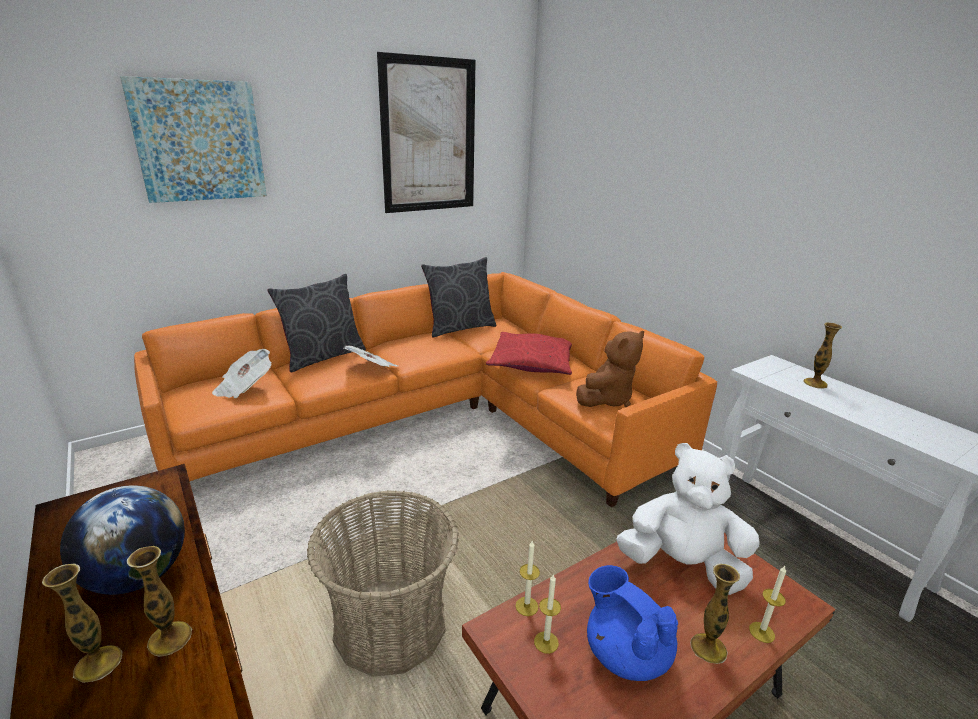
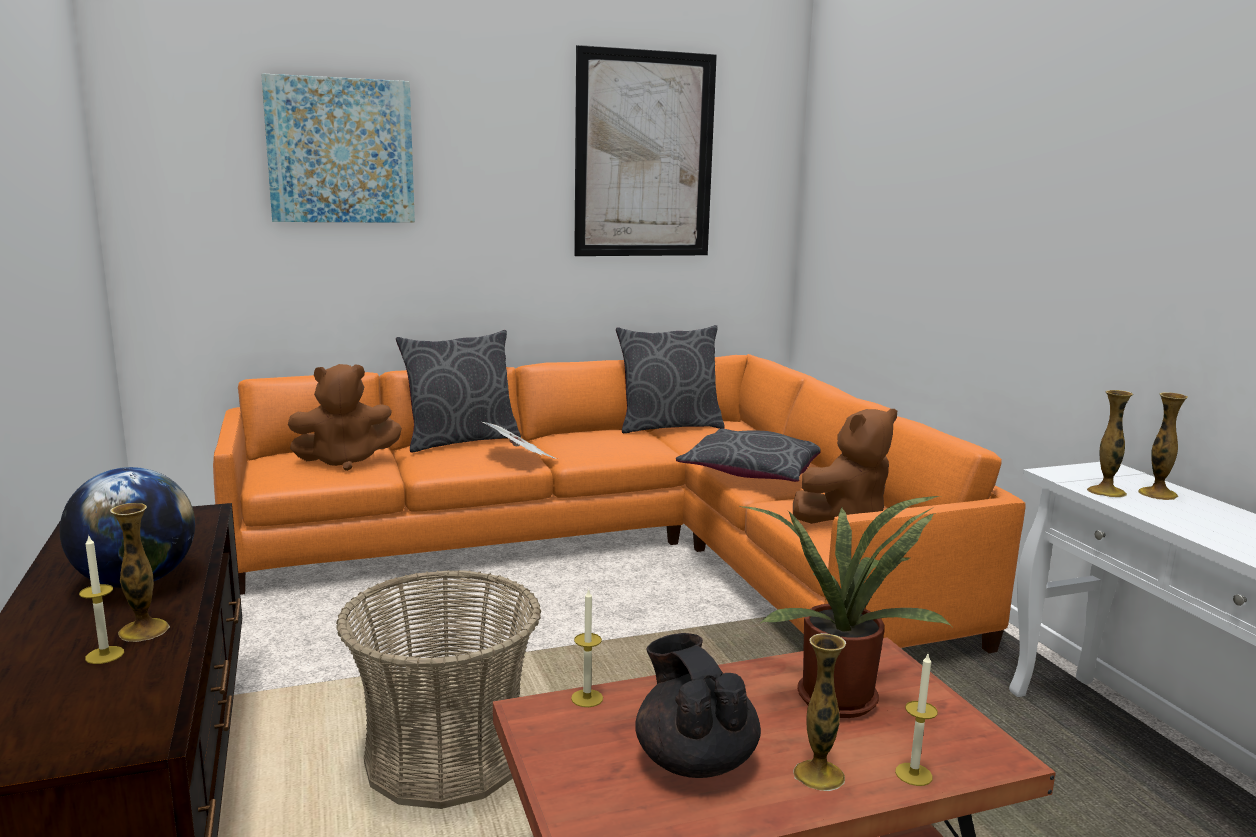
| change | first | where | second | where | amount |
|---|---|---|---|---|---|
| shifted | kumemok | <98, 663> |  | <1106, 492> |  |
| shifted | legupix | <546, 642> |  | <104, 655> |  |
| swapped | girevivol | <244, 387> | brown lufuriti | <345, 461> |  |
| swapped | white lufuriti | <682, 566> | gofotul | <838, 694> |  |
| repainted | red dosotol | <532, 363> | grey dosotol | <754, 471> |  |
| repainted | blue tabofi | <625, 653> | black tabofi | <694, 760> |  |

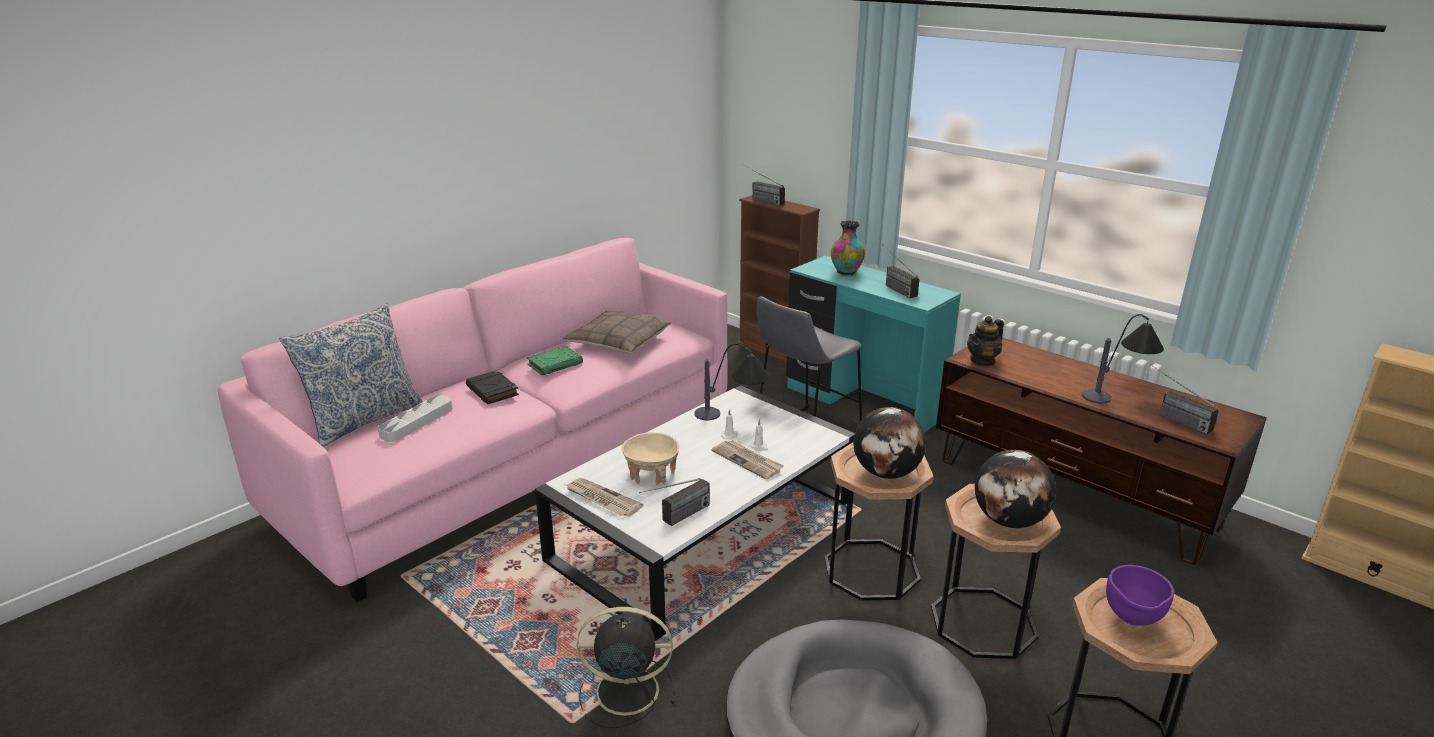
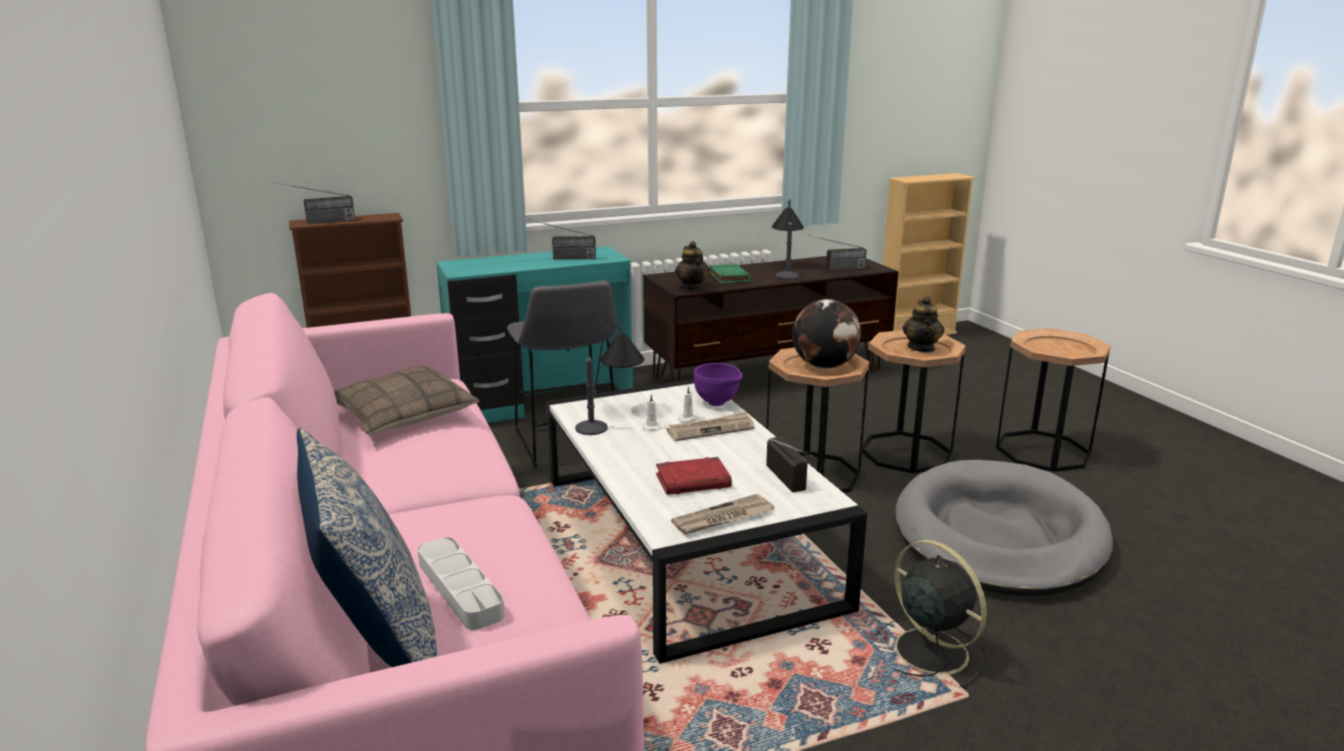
| change | first | where | second | where | amount |
|---|---|---|---|---|---|
| gone | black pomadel | <493, 391> |  |  |  |
| gone | kumemok | <846, 272> |  |  |  |
| shifted | green pomadel | <555, 364> |  | <728, 277> |  |
| shifted | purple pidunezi | <1132, 621> |  | <718, 404> |  |
| swapped | beige pidunezi | <651, 474> | red pomadel | <693, 481> |  |
| swapped | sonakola | <1009, 521> | tabofi | <921, 348> |  |
| rotated | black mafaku | <624, 691> |  | <928, 650> | 120 degrees clockwise |

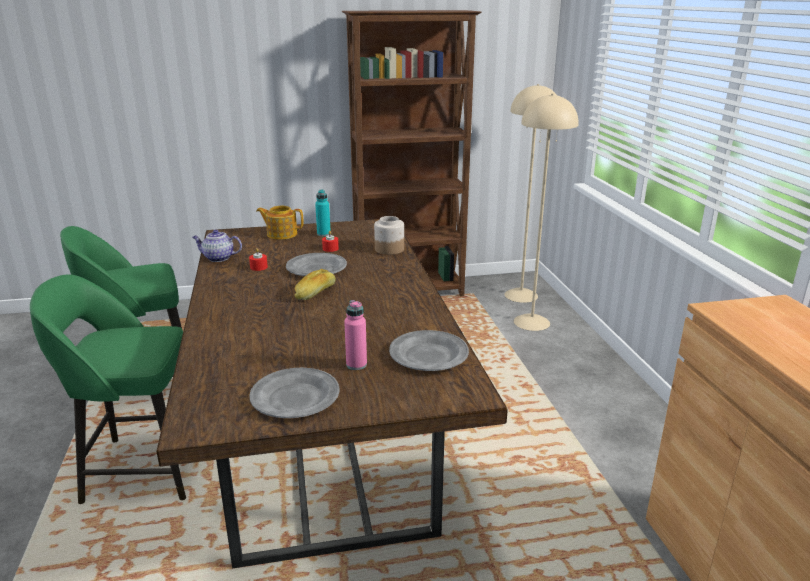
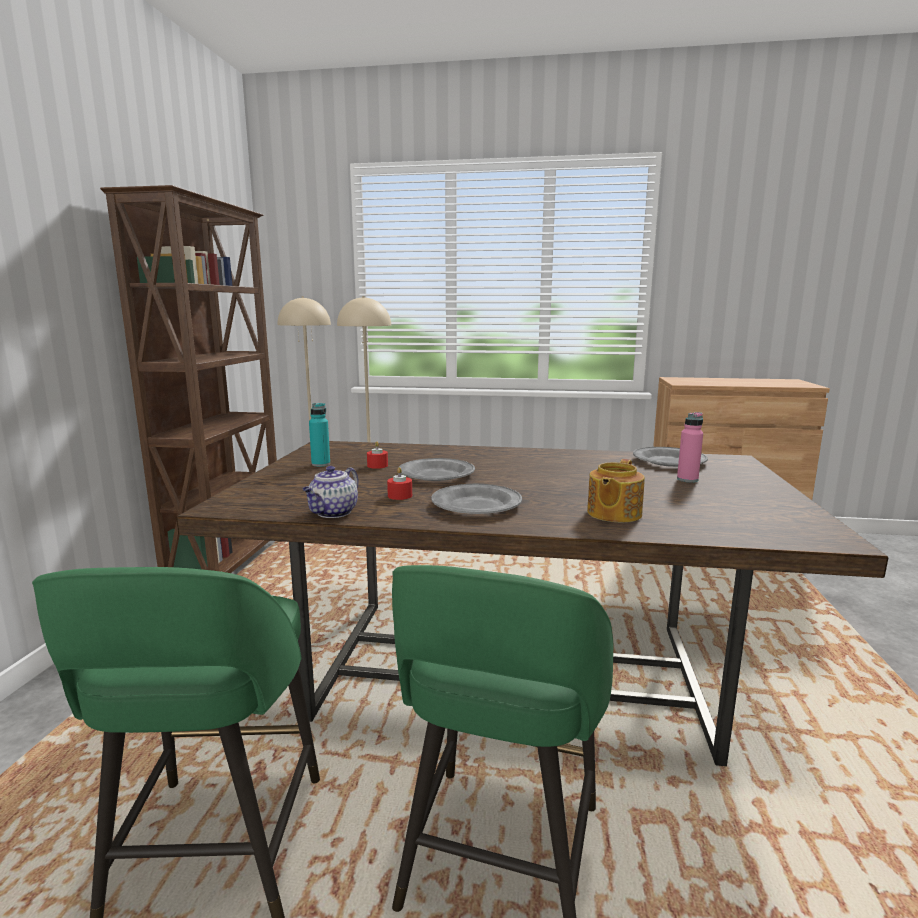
| change | first | where | second | where | amount |
|---|---|---|---|---|---|
| gone | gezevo | <315, 293> |  |  |  |
| gone | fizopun | <389, 249> |  |  |  |
| shifted | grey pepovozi | <294, 397> |  | <476, 505> |  |
| shifted | tabofi | <281, 234> |  | <613, 513> |  |

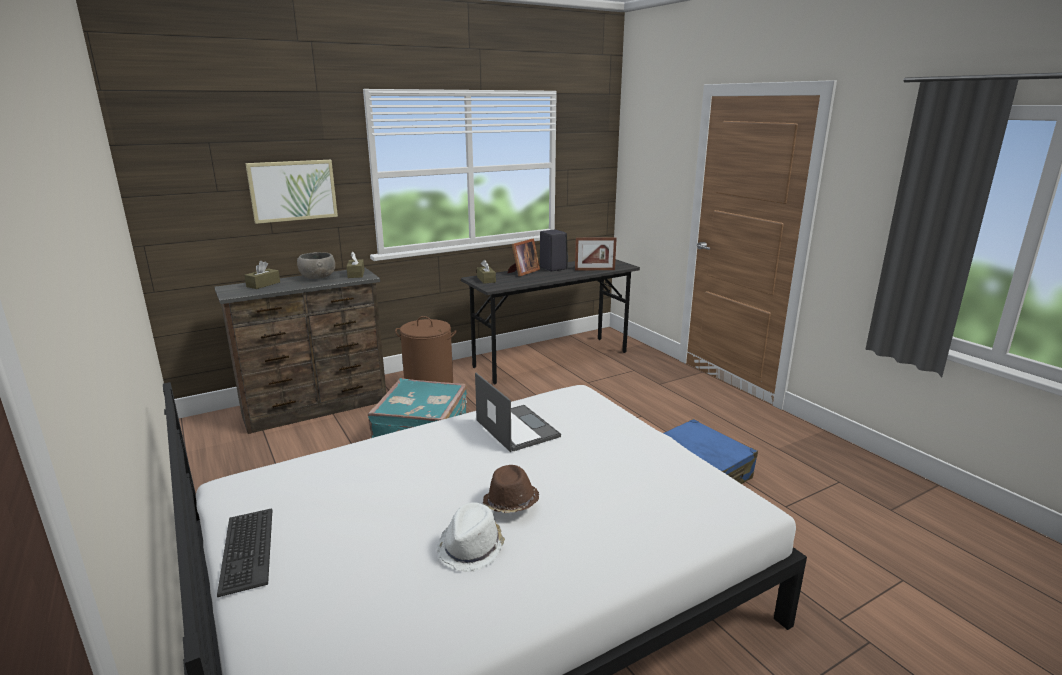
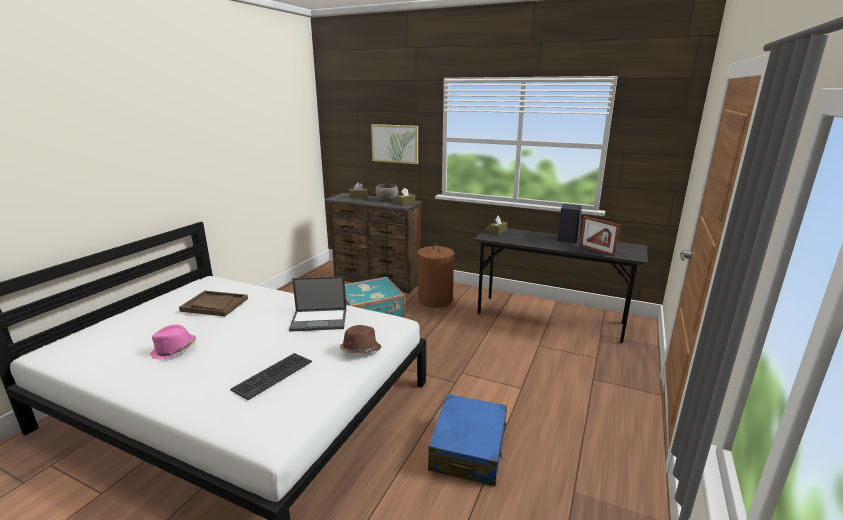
| change | first | where | second | where | amount |
|---|---|---|---|---|---|
| gone | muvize | <523, 272> |  |  |  |
| new |  |  | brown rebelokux | <214, 305> |  |
| shifted | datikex | <246, 550> |  | <272, 375> |  |
| shifted | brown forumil | <510, 503> |  | <360, 350> |  |
| repainted | white forumil | <472, 548> | pink forumil | <174, 350> |  |
| rotated | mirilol | <516, 428> |  | <320, 320> | 60 degrees clockwise |

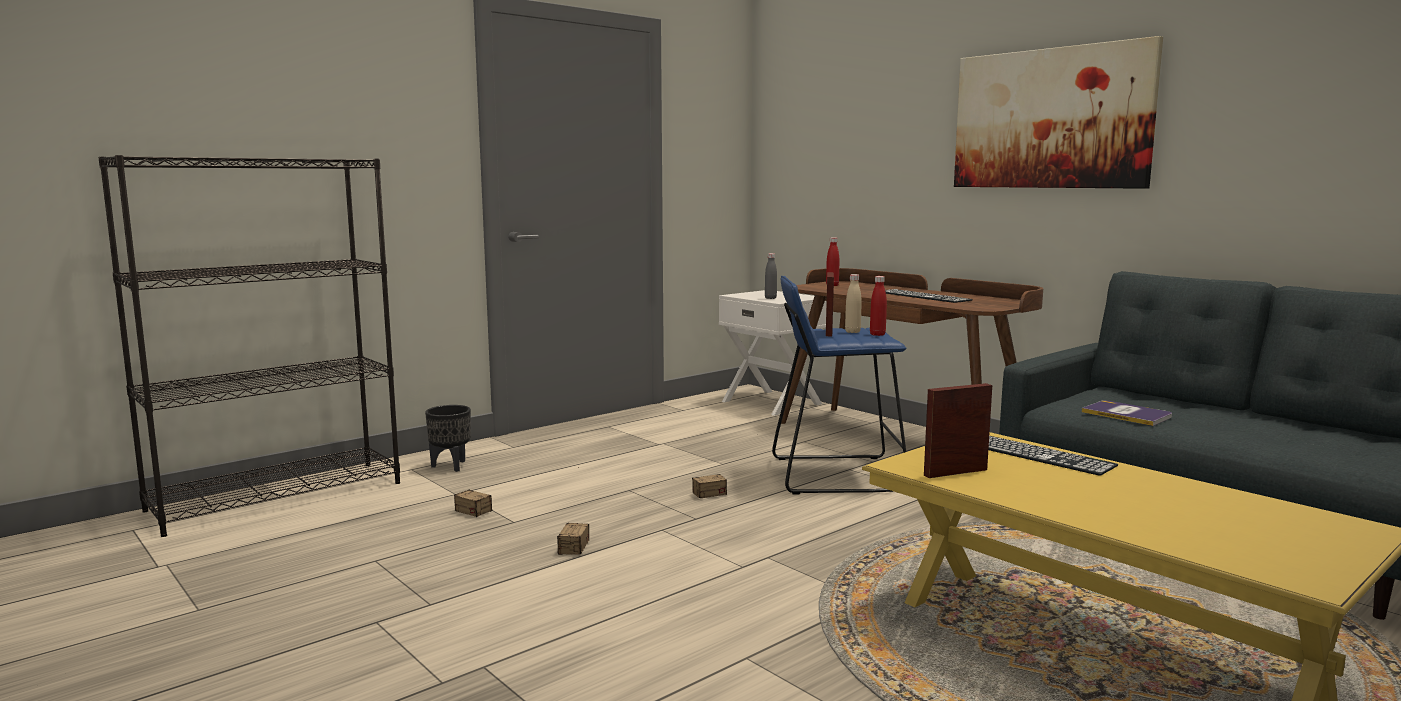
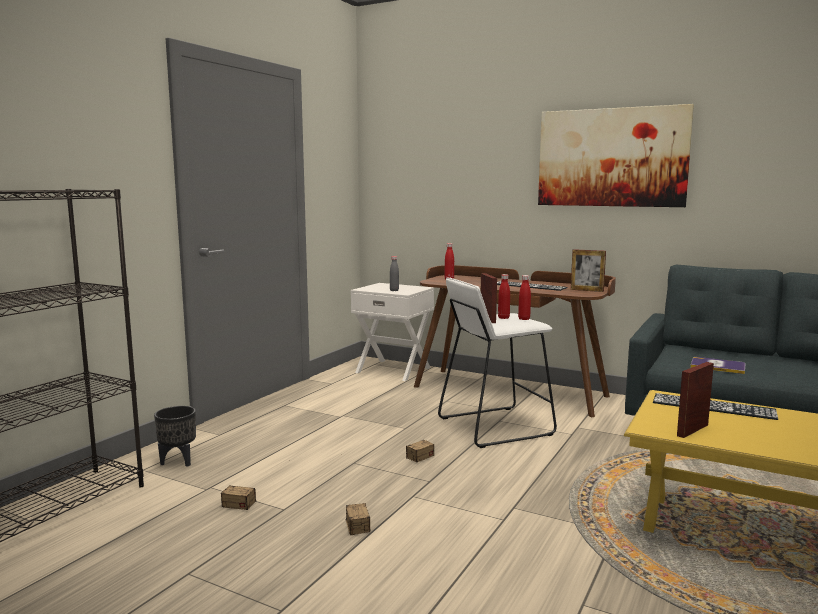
| change | first | where | second | where | amount |
|---|---|---|---|---|---|
| new |  |  | muvize | <587, 290> |  |
| repainted | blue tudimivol | <836, 474> | white tudimivol | <495, 426> |  |
| repainted | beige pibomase | <852, 332> | red pibomase | <503, 318> |  |

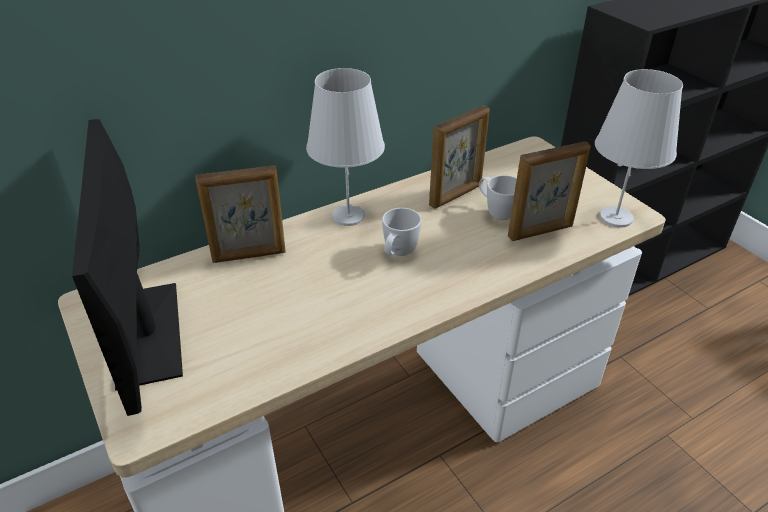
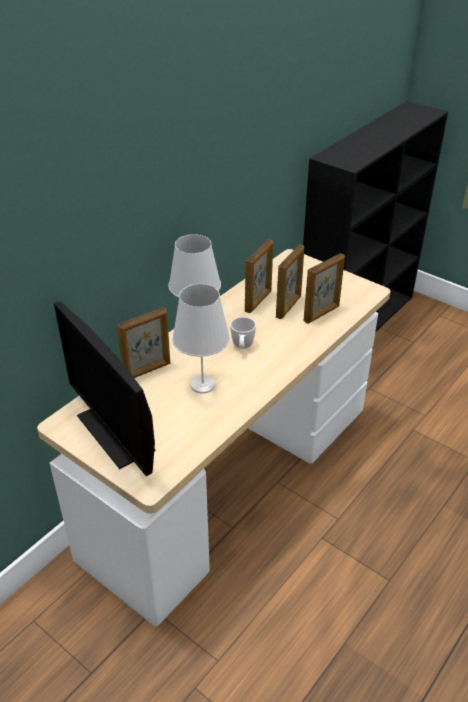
| change | first | where | second | where | amount |
|---|---|---|---|---|---|
| shifted | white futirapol | <615, 217> |  | <202, 385> |  |
| swapped | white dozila | <496, 212> | muvize | <289, 307> |  |

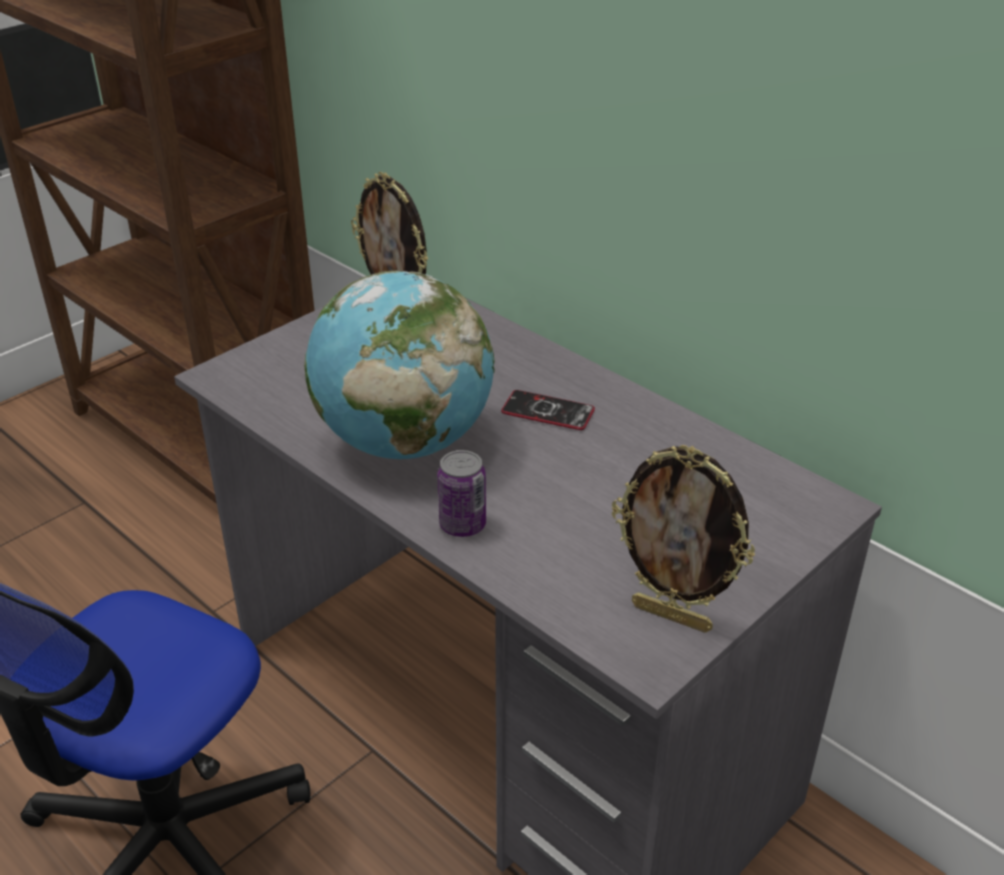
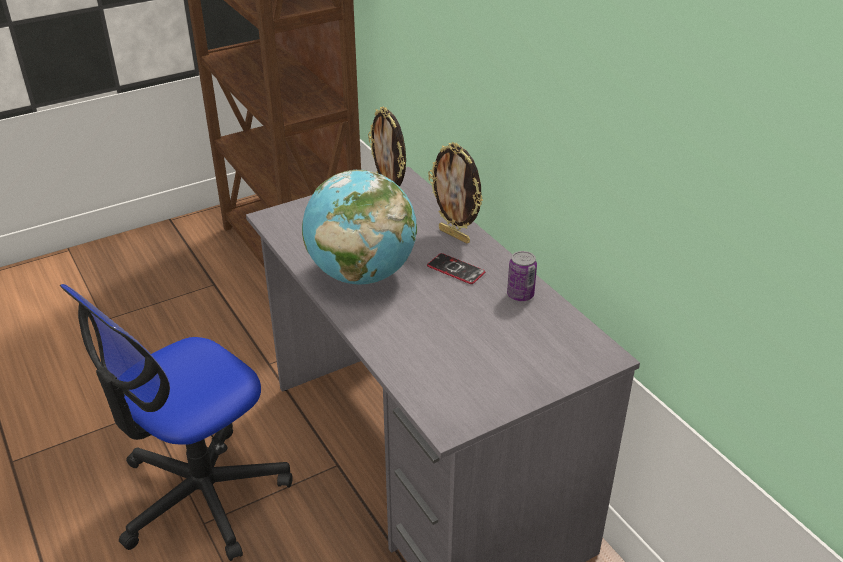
| change | first | where | second | where | amount |
|---|---|---|---|---|---|
| shifted | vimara | <462, 525> |  | <520, 295> |  |
| shifted | muvize | <672, 616> |  | <455, 235> |  |

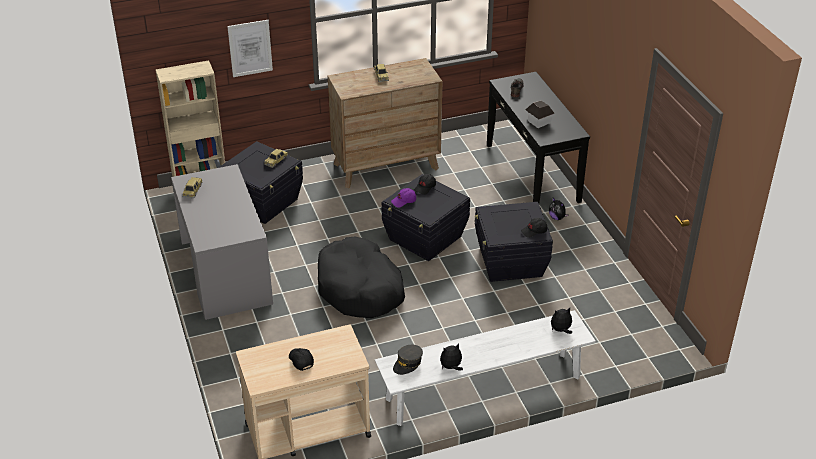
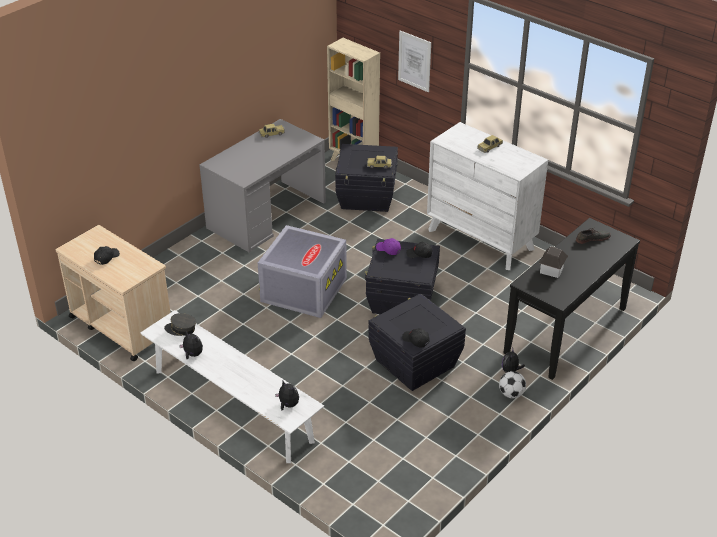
| change | first | where | second | where | amount |
|---|---|---|---|---|---|
| new |  |  | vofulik | <511, 394> |  |
| swapped | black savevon | <360, 289> | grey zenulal | <303, 289> |  |
| repainted | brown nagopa | <386, 166> | white nagopa | <481, 239> |  |

